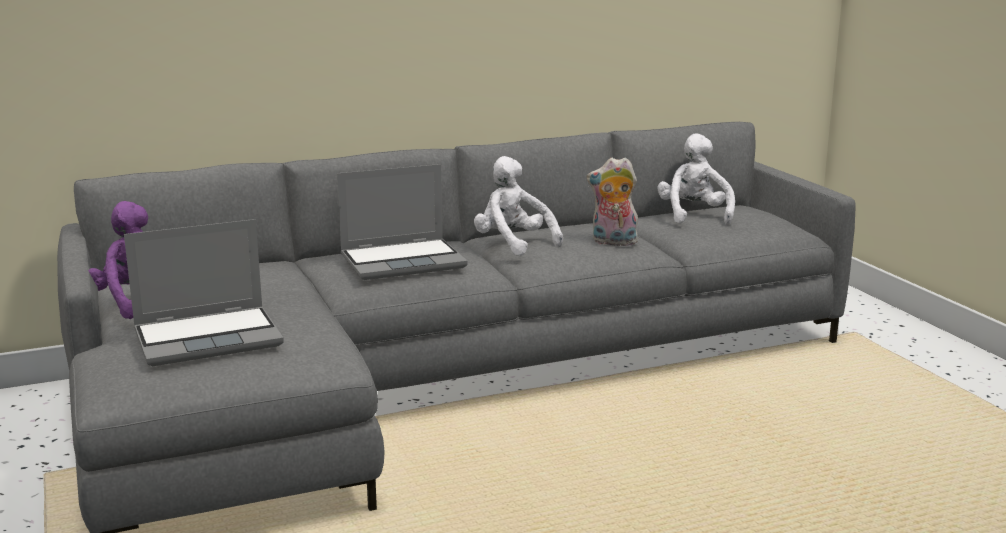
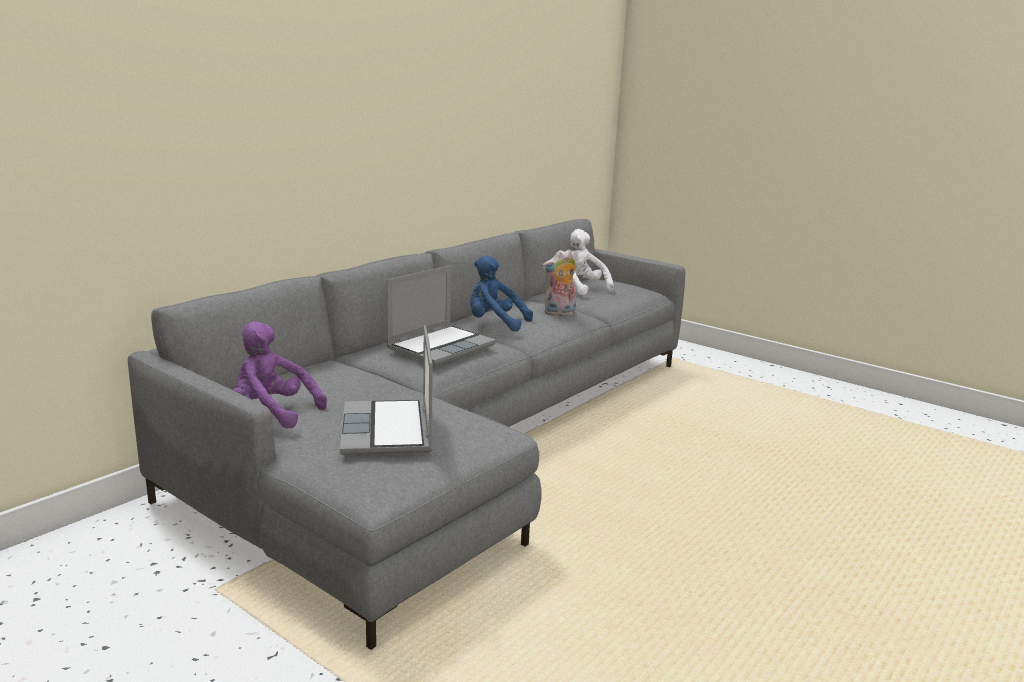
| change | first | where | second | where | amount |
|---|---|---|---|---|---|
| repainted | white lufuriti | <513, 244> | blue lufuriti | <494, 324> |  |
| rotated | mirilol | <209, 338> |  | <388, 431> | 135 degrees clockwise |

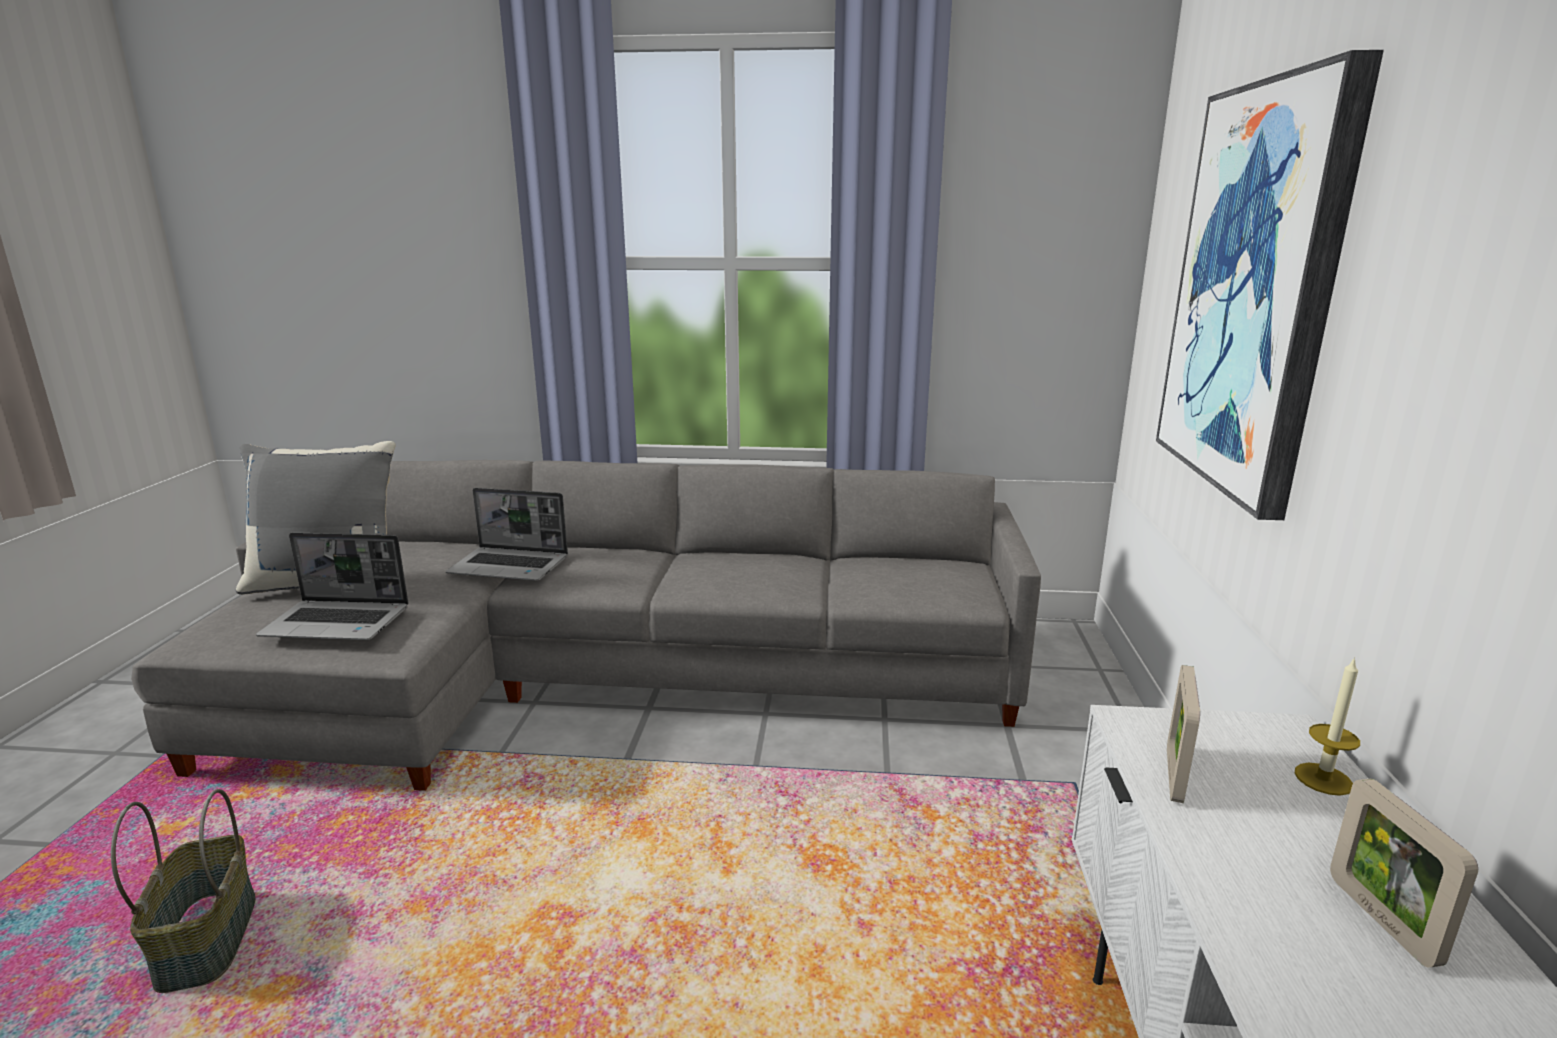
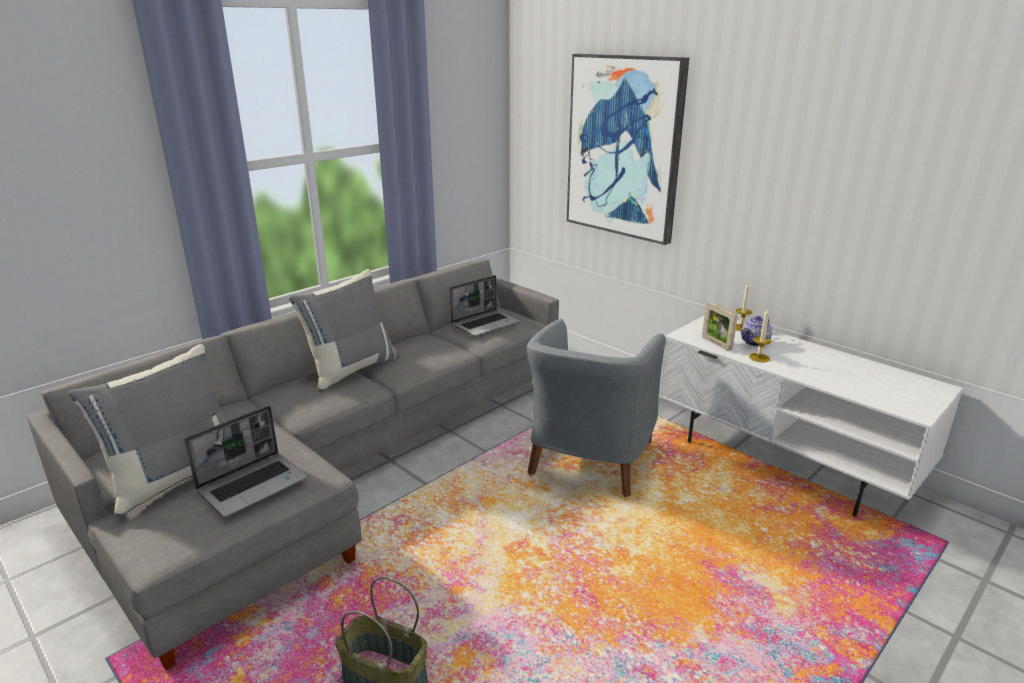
| change | first | where | second | where | amount |
|---|---|---|---|---|---|
| gone | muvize | <1382, 920> |  |  |  |
| new |  |  | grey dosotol | <351, 369> |  |
| new |  |  | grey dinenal | <589, 460> |  |
| new |  |  | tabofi | <755, 342> |  |
| new |  |  | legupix | <759, 358> |  |
| shifted | mirilol | <511, 566> |  | <485, 324> |  |

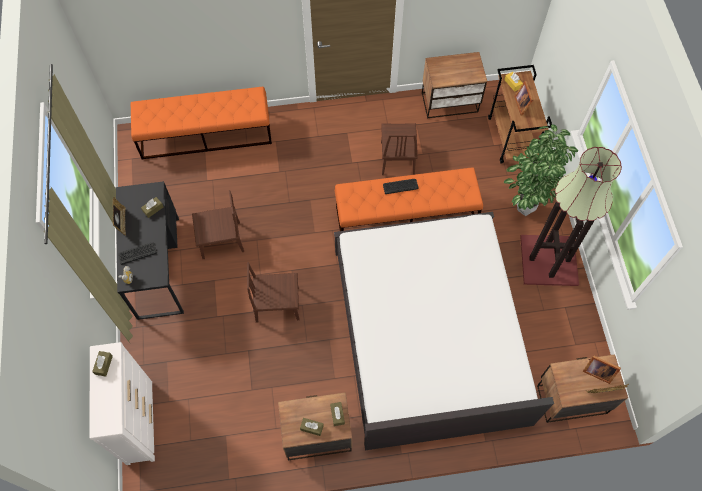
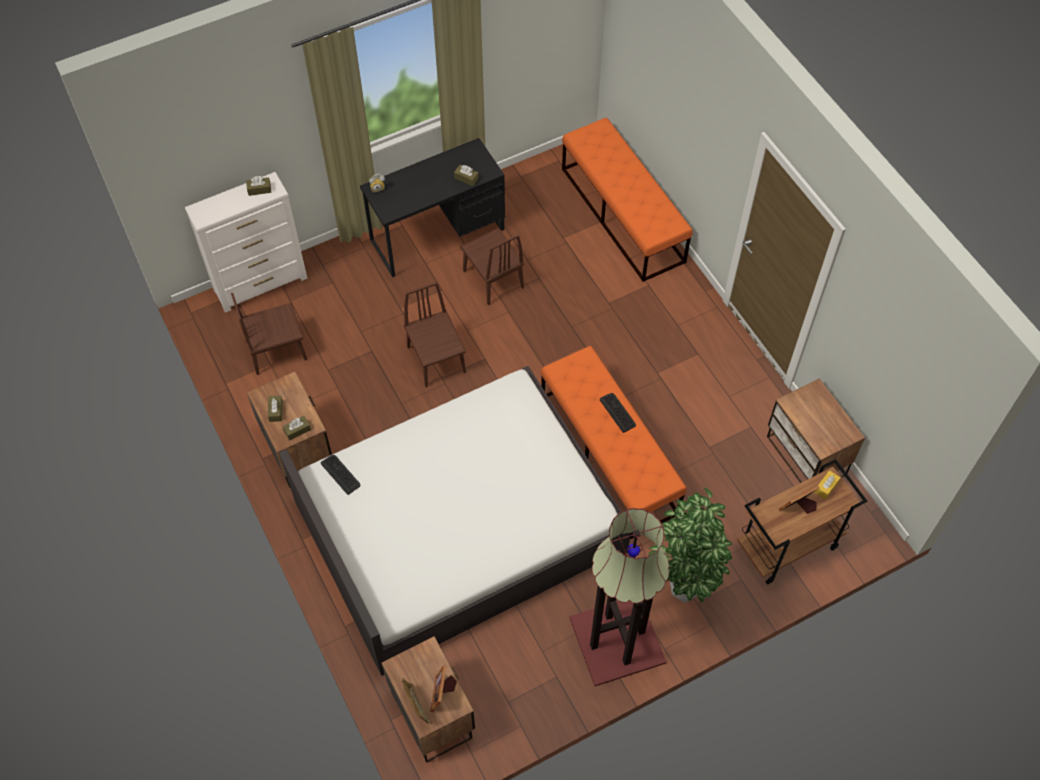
| change | first | where | second | where | amount |
|---|---|---|---|---|---|
| gone | muvize | <122, 222> |  |  |  |
| shifted | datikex | <137, 253> |  | <340, 474> |  |
| shifted | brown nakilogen | <397, 158> |  | <277, 350> |  |

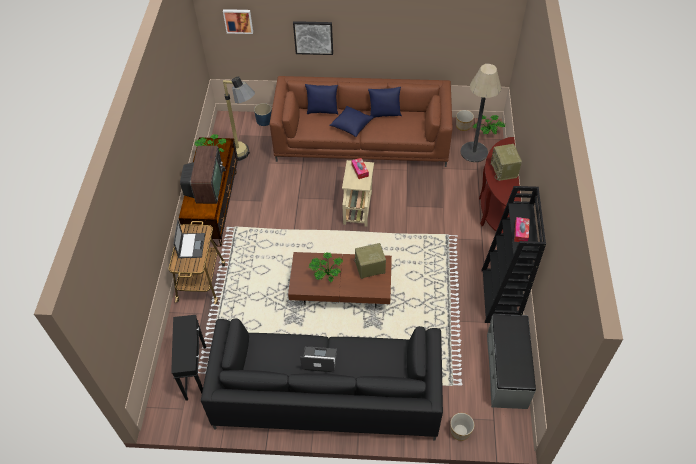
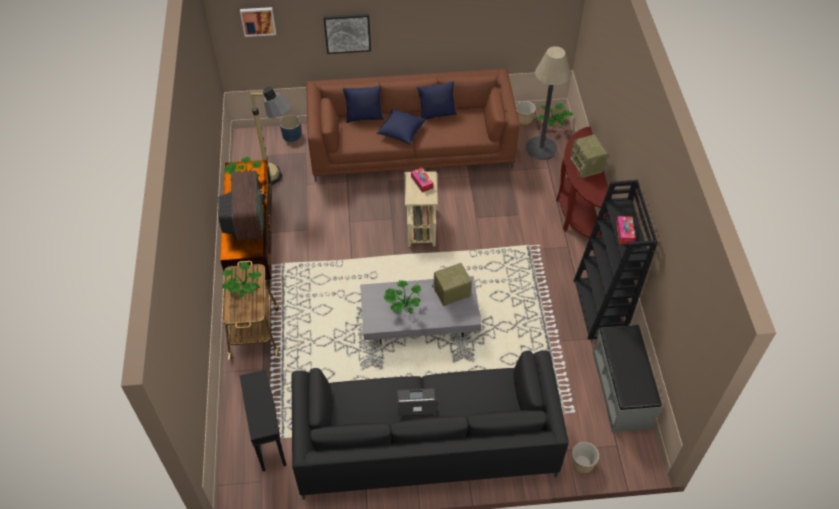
| change | first | where | second | where | amount |
|---|---|---|---|---|---|
| swapped | mirilol | <191, 245> | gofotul | <243, 290> |  |
| repainted | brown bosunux | <341, 290> | grey bosunux | <419, 322> |  |

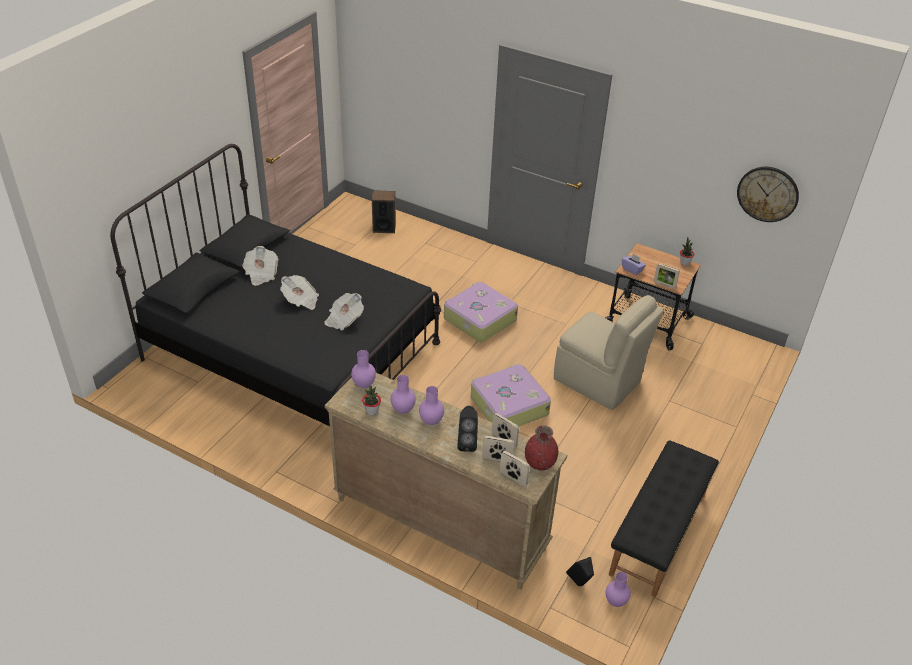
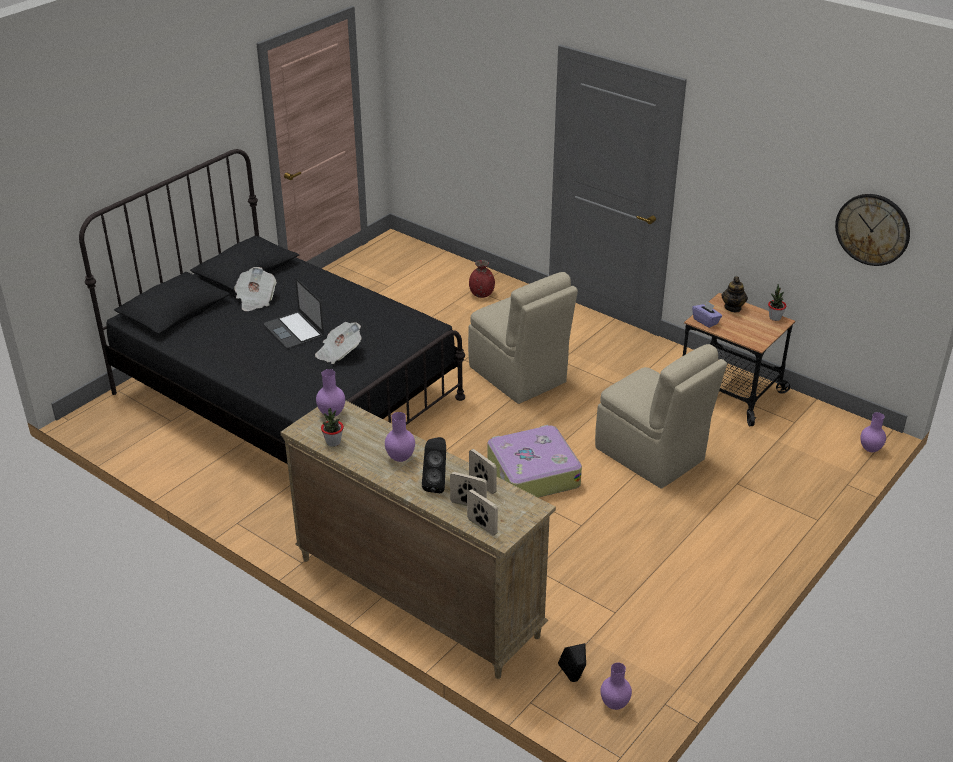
| change | first | where | second | where | amount |
|---|---|---|---|---|---|
| gone | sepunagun | <384, 228> |  |  |  |
| gone | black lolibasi | <659, 533> |  |  |  |
| gone | muvize | <664, 285> |  |  |  |
| new |  |  | tabofi | <733, 307> |  |
| shifted | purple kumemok | <402, 411> |  | <870, 450> |  |
| shifted | red kumemok | <539, 463> |  | <481, 294> |  |
| swapped | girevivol | <300, 300> | mirilol | <294, 330> |  |
| swapped | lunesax | <479, 319> | beige nakilogen | <518, 376> |  |

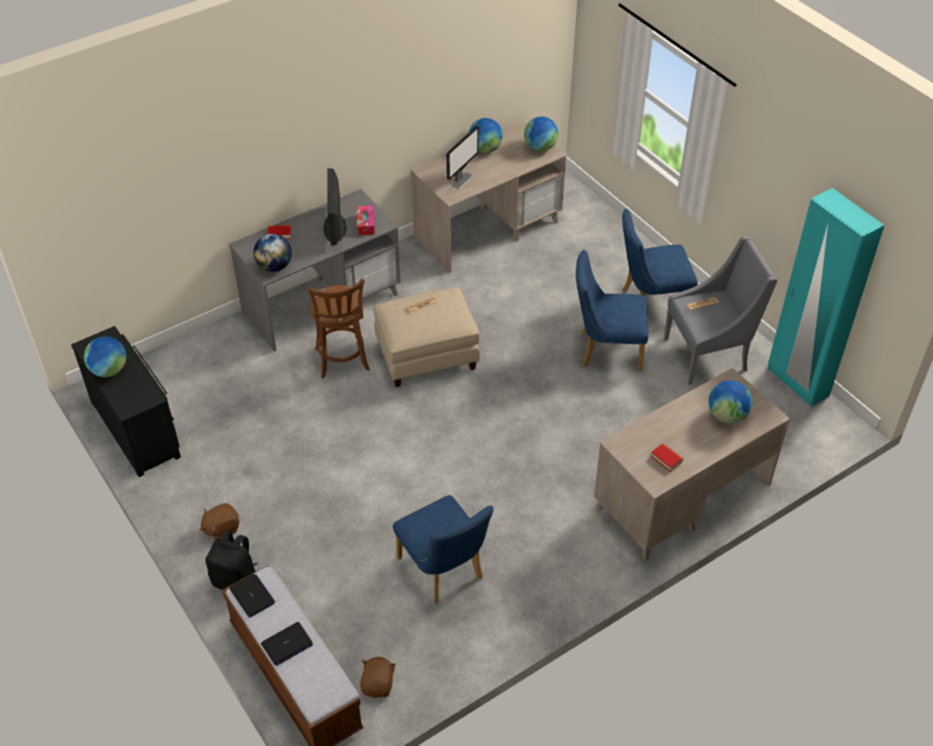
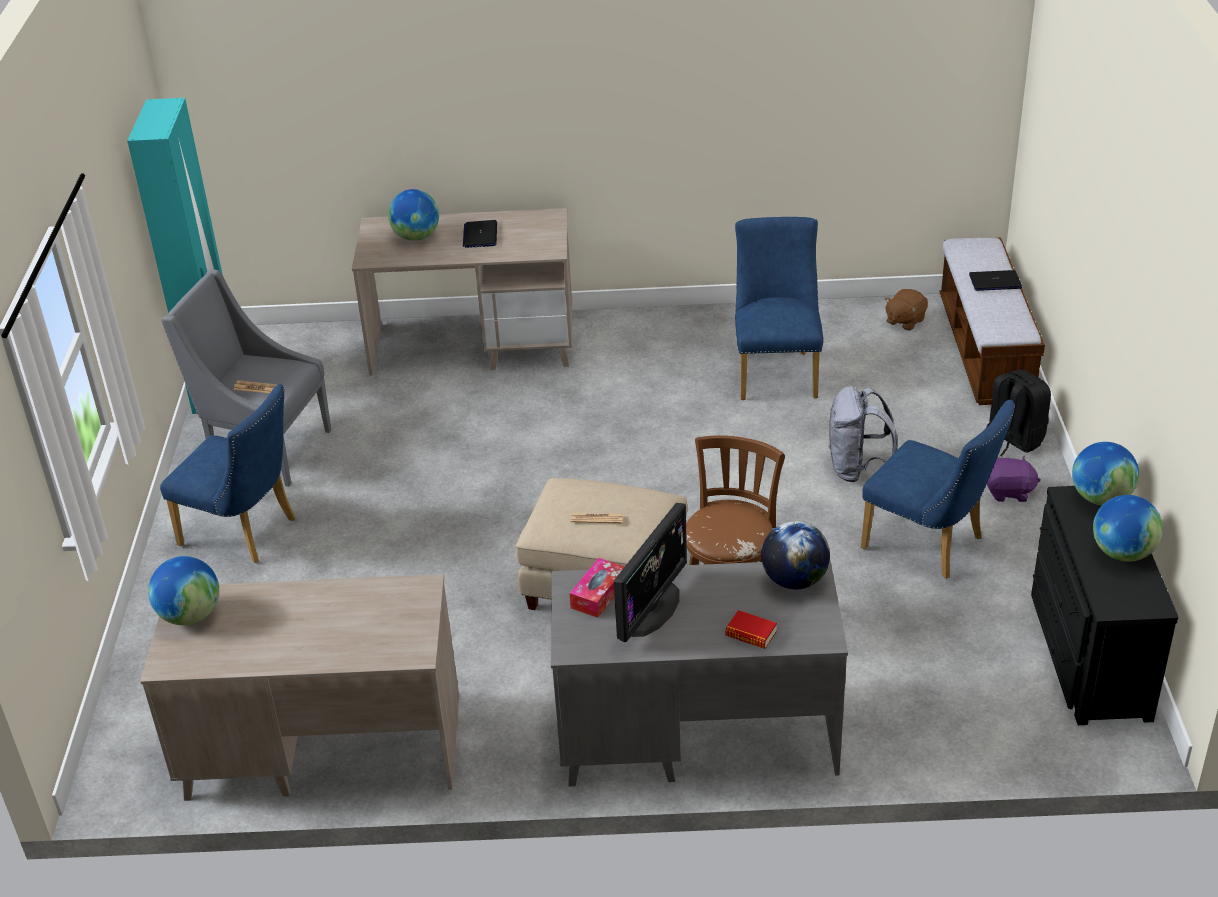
| change | first | where | second | where | amount |
|---|---|---|---|---|---|
| gone | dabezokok | <461, 181> |  |  |  |
| gone | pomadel | <666, 459> |  |  |  |
| new |  |  | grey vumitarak | <857, 468> |  |
| shifted | mirilol | <252, 596> |  | <480, 235> |  |
| shifted | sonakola | <485, 149> |  | <1100, 498> |  |
| shifted | blue nakilogen | <605, 350> |  | <930, 546> |  |
| repainted | brown lufuriti | <221, 528> | purple lufuriti | <1009, 492> |  |

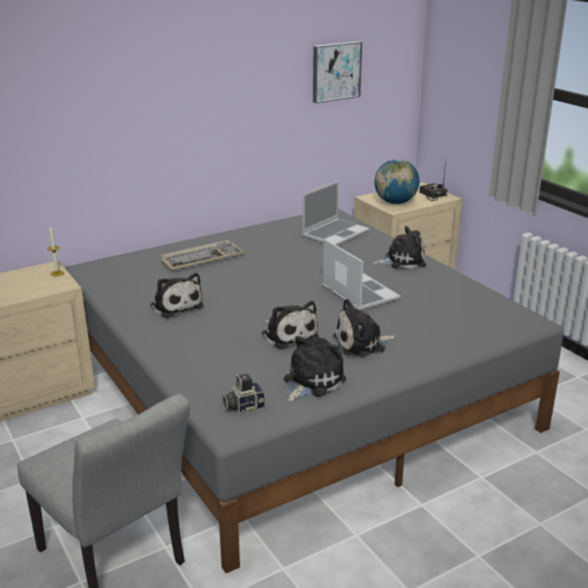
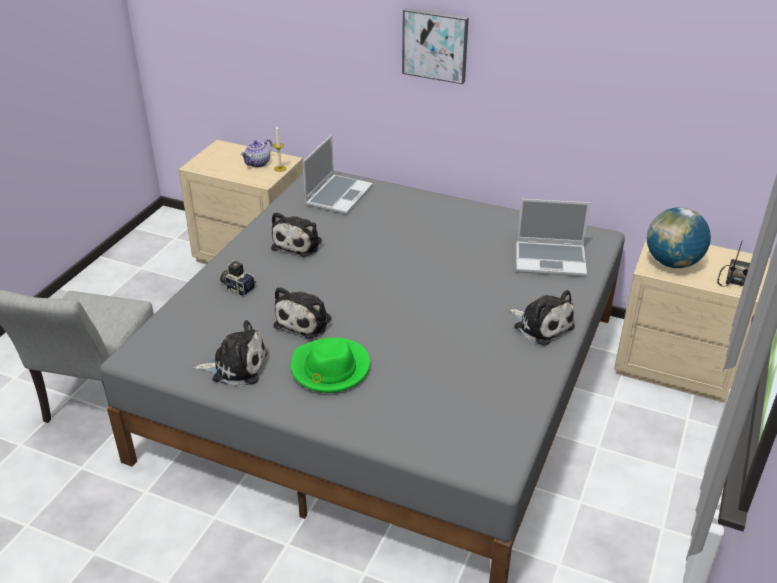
| change | first | where | second | where | amount |
|---|---|---|---|---|---|
| gone | datikex | <202, 258> |  |  |  |
| new |  |  | tabofi | <258, 163> |  |
| shifted | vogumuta | <243, 406> |  | <238, 287> |  |
| shifted | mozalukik | <335, 71> |  | <435, 45> |  |
| shifted | mirilol | <358, 293> |  | <338, 195> |  |
| swapped | lufuriti | <362, 344> | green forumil | <330, 369> |  |

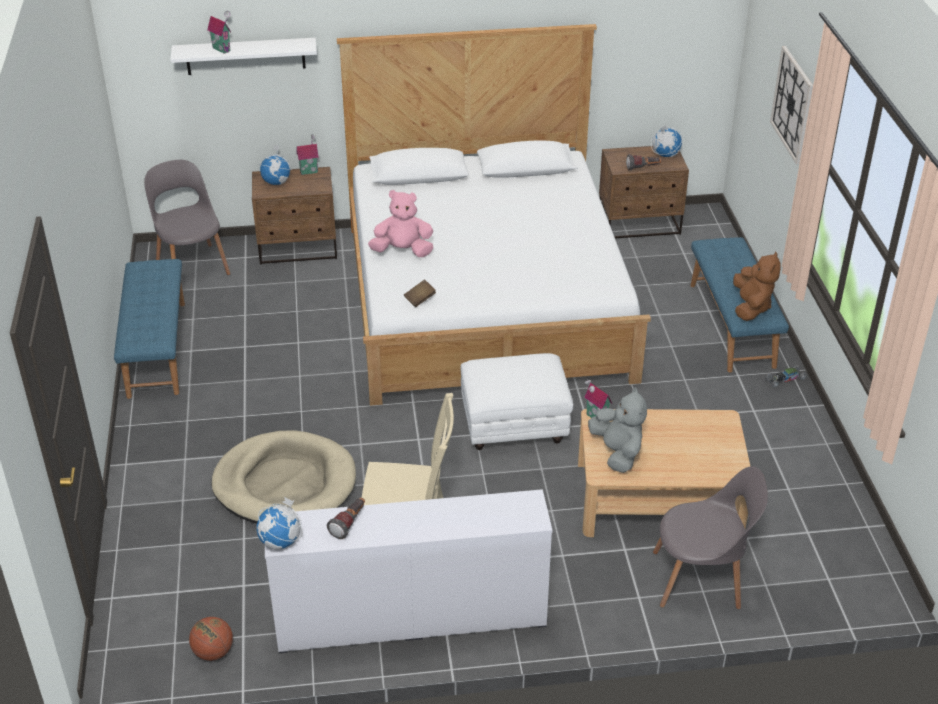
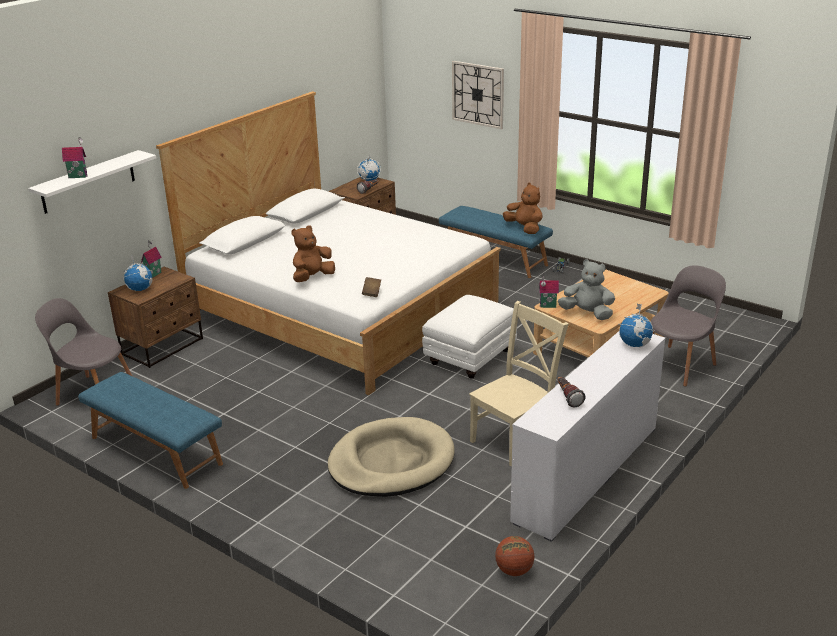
| change | first | where | second | where | amount |
|---|---|---|---|---|---|
| shifted | sonakola | <281, 542> |  | <635, 344> |  |
| repainted | pink lufuriti | <403, 251> | brown lufuriti | <312, 278> |  |

